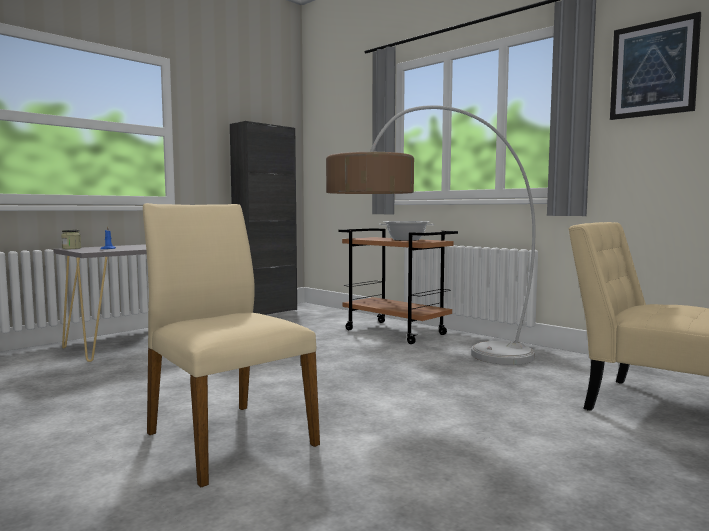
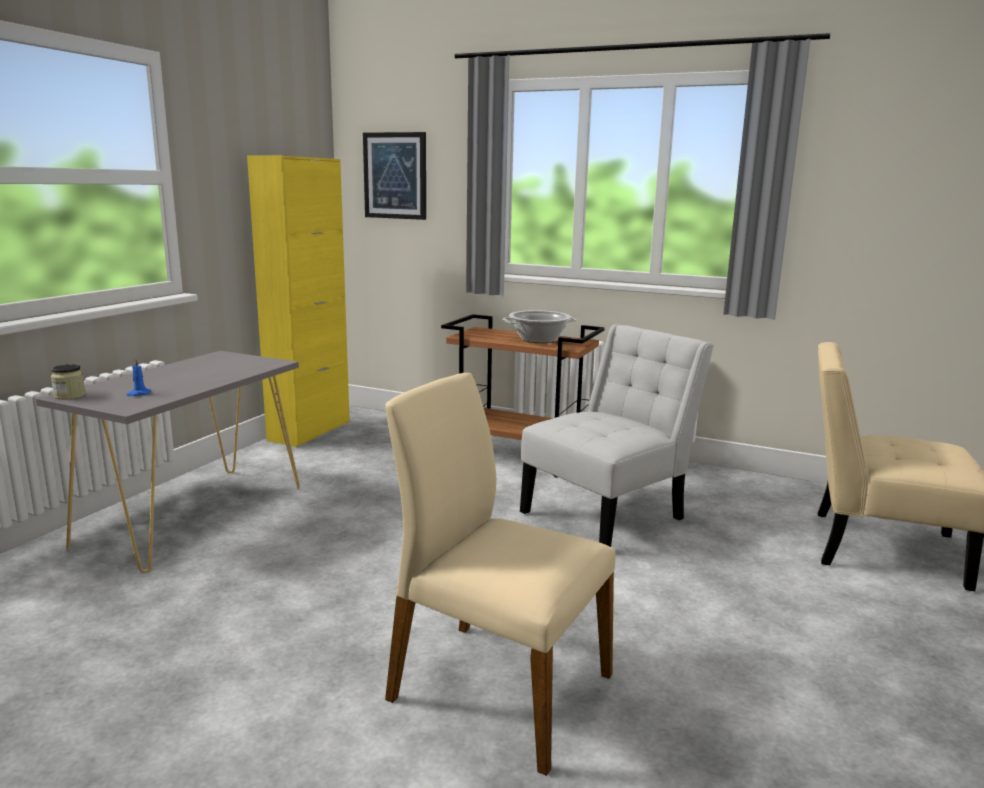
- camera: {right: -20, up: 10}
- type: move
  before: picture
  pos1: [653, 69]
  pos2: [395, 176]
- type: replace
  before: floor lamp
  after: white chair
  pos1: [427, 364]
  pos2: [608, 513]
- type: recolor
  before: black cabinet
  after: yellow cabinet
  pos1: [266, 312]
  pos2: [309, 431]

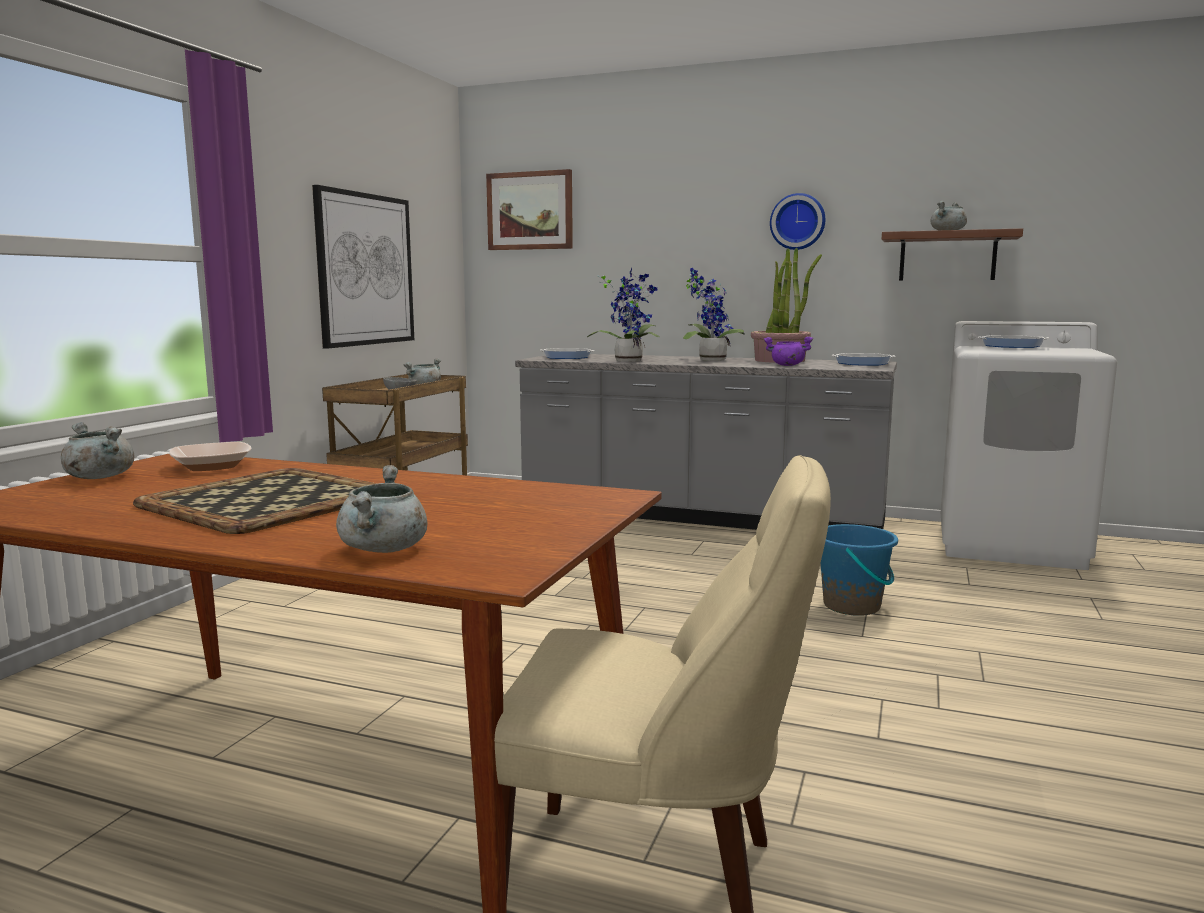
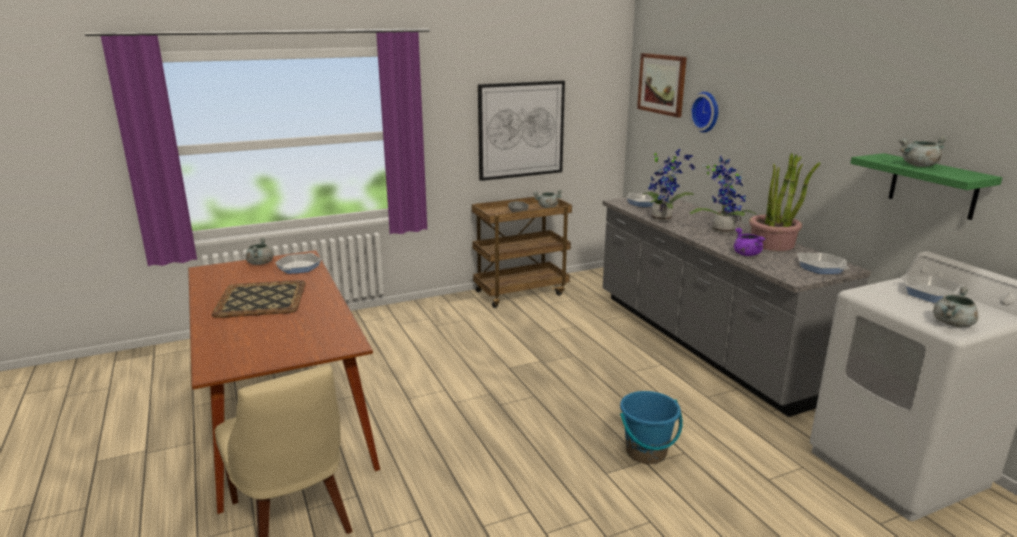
- camera: {right: 45, up: 10}
- type: move
  before: wall clock
  pos1: [798, 222]
  pos2: [707, 111]
- type: recolor
  before: brown shelf
  after: green shelf
  pos1: [947, 256]
  pos2: [933, 186]
- type: replace
  before: bowl
  after: frying pan
  pos1: [212, 466]
  pos2: [299, 267]
- type: move
  before: grey cooking pot
  pos1: [384, 549]
  pos2: [953, 324]

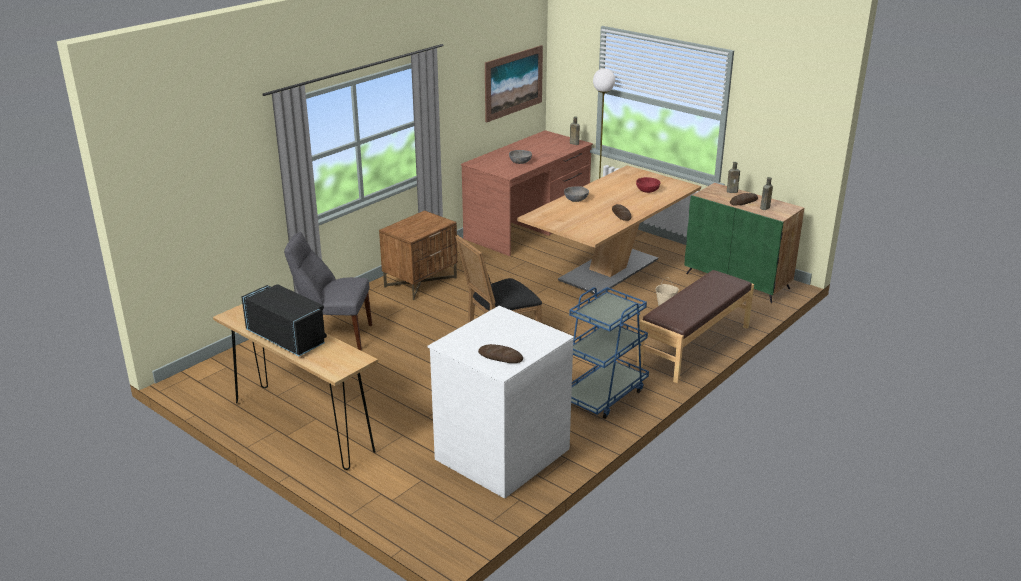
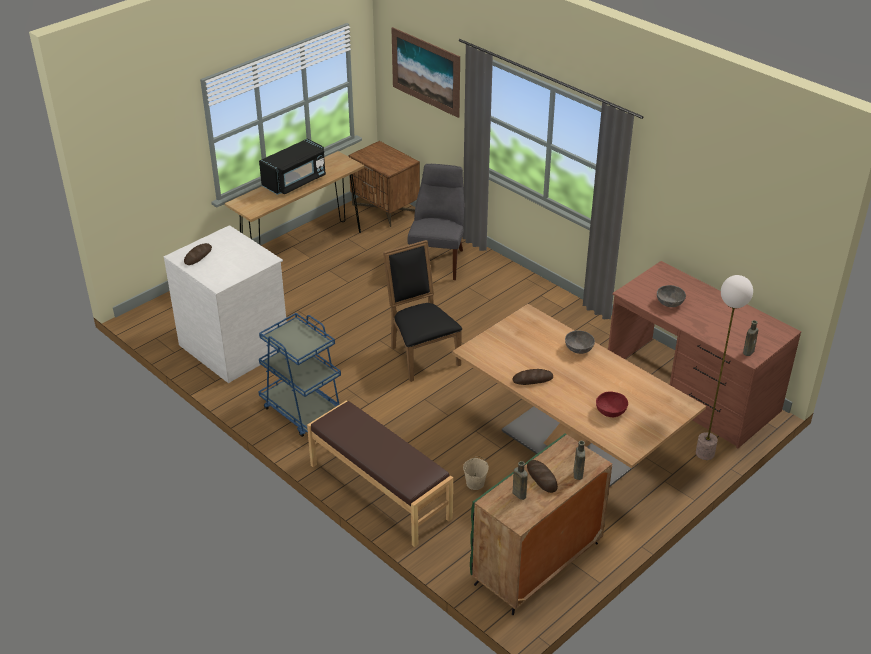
- camera: {right: 95, up: 10}
- type: move
  before: picture
  pos1: [513, 83]
  pos2: [426, 71]
- type: move
  before: brown nightstand
  pos1: [421, 282]
  pos2: [385, 209]

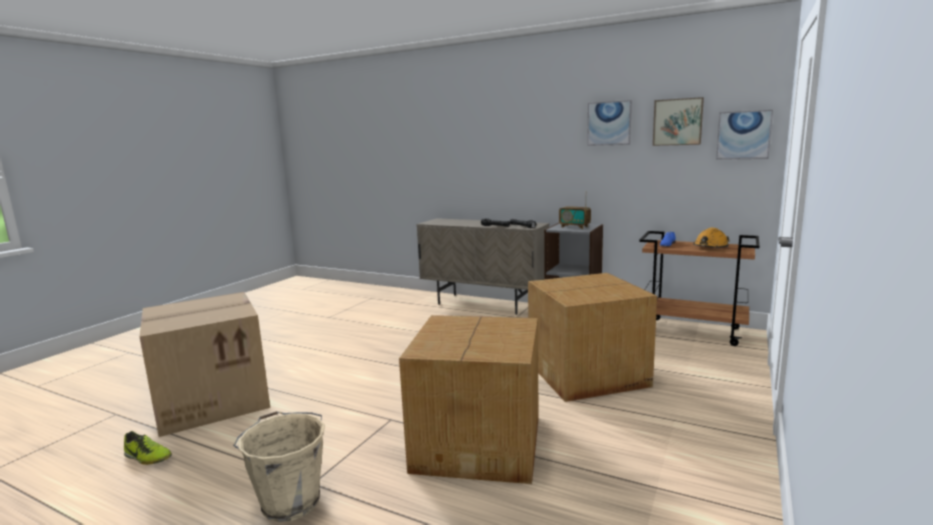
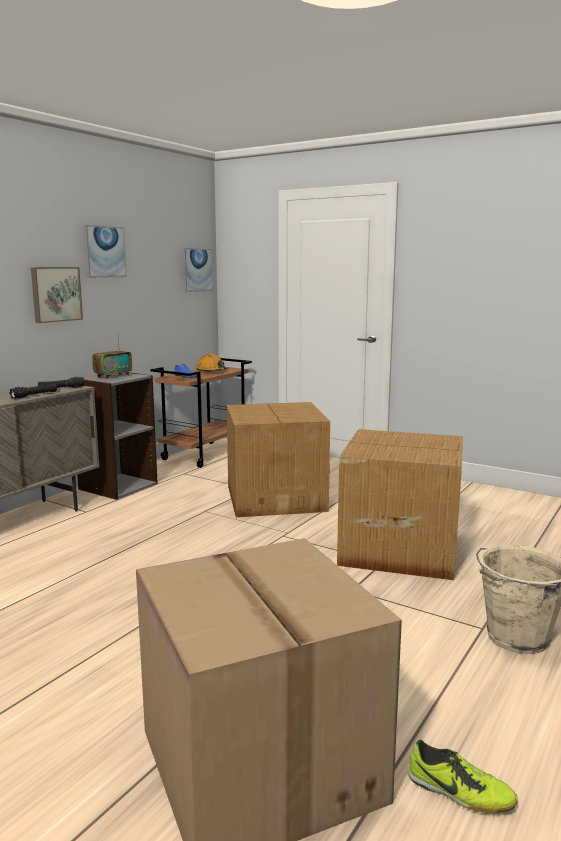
- camera: {right: -85, up: 0}
- type: move
  before: picture
  pos1: [677, 122]
  pos2: [55, 294]
- type: rotate
  before: shoe
  pos1: [147, 458]
  pos2: [459, 793]
  turn: 90

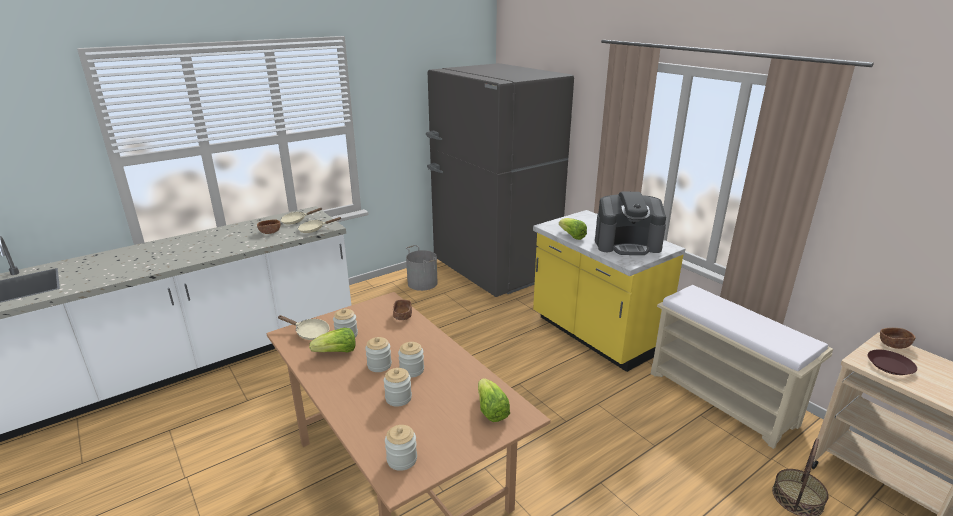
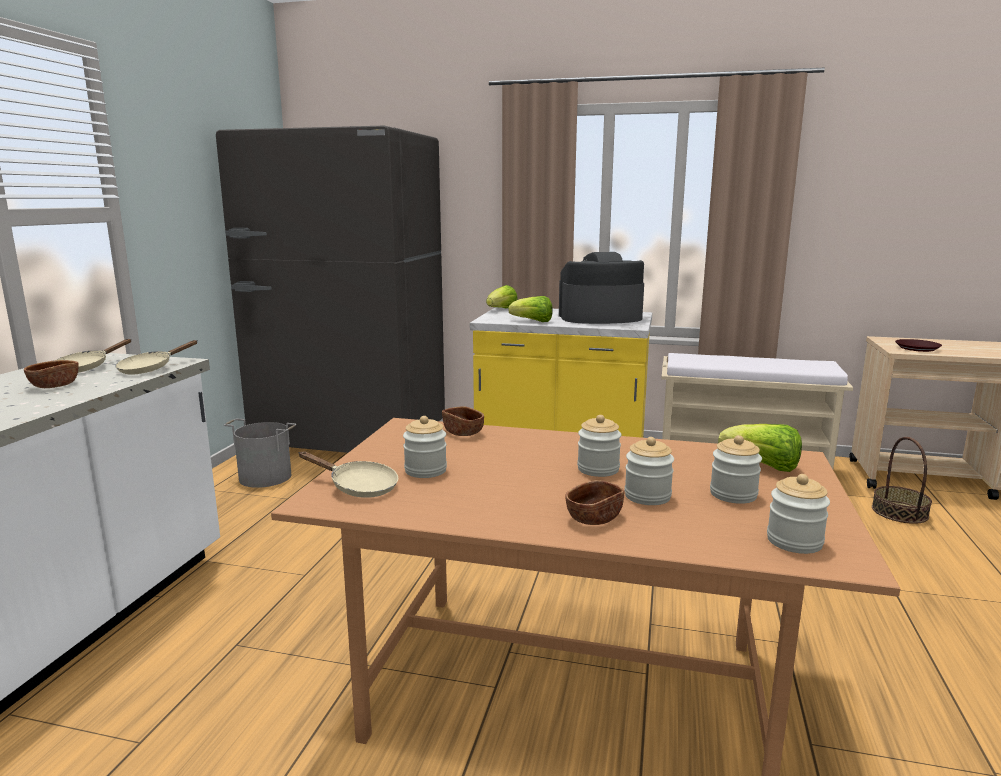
- camera: {right: -40, up: -10}
- type: rotate
  before: coffee machine
  pos1: [627, 244]
  pos2: [599, 317]
  turn: -150
- type: rotate
  before: beige frying pan
  pos1: [309, 333]
  pos2: [358, 487]
  turn: 45
- type: move
  before: lettuce
  pos1: [337, 352]
  pos2: [501, 309]
- type: move
  before: brown bowl
  pos1: [893, 344]
  pos2: [594, 518]
- type: move
  before: jar
  pos1: [379, 365]
  pos2: [733, 494]

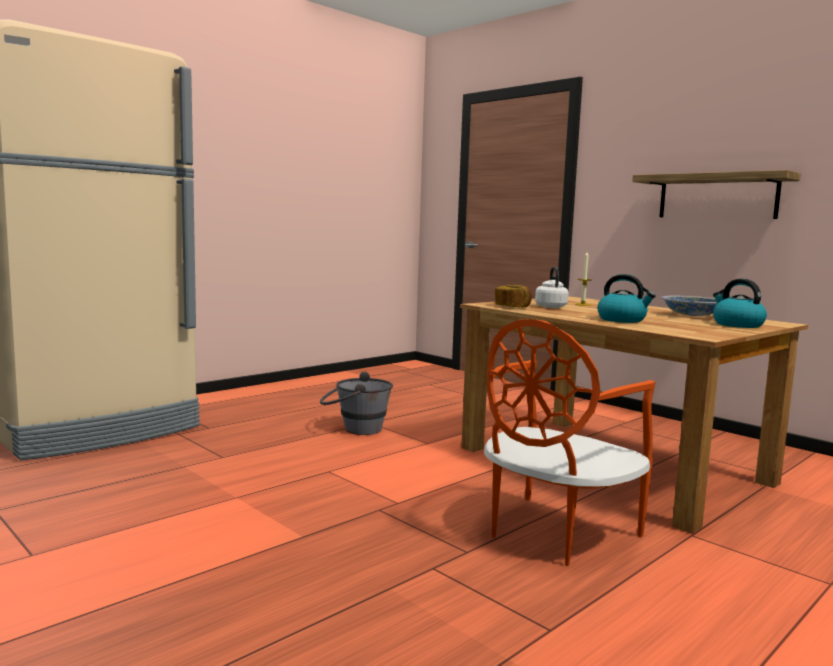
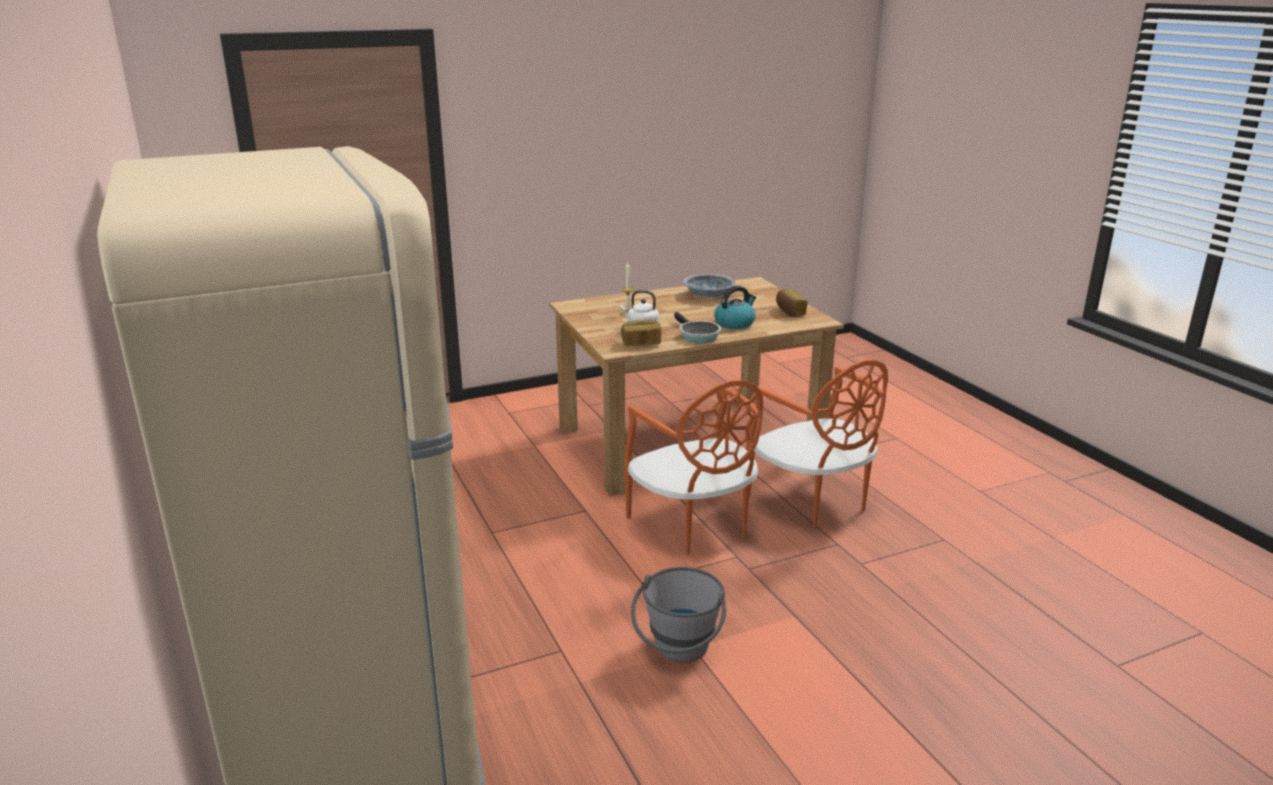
- camera: {right: -70, up: 15}
- type: delete
  before: shelf
  pos1: [717, 196]
- type: delete
  before: kettle
  pos1: [737, 325]
- type: move
  before: grey bucket
  pos1: [355, 429]
  pos2: [679, 653]
- type: insert
  after: bread
  pos2: [789, 312]
- type: insert
  after: frying pan
  pos2: [697, 335]
- type: insert
  after: orange chair
  pos2: [694, 525]

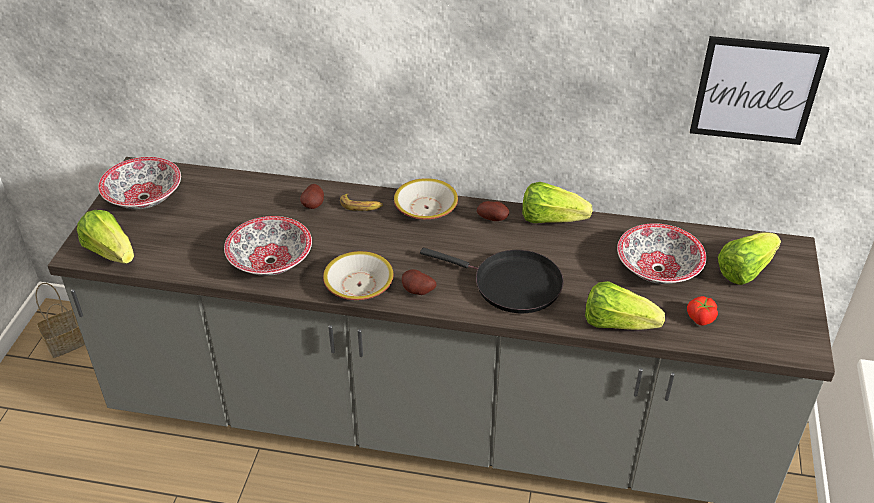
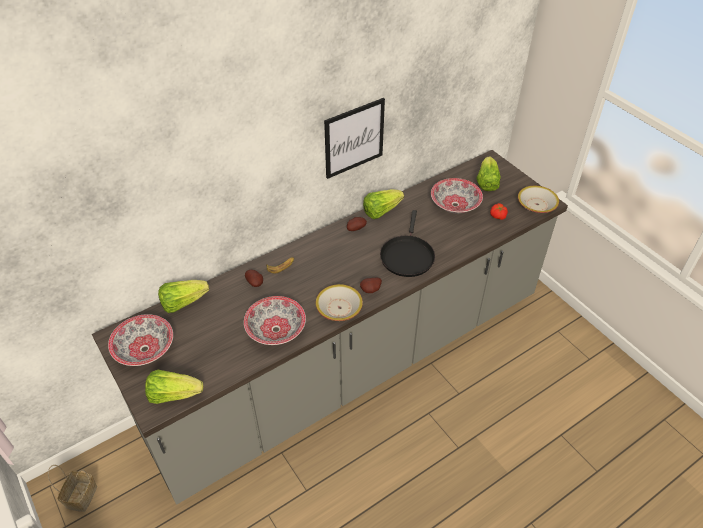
- camera: {right: -45, up: 5}
- type: move
  before: picture
  pos1: [756, 91]
  pos2: [354, 138]
- type: move
  before: bowl
  pos1: [426, 208]
  pos2: [537, 205]
- type: rotate
  before: black frying pan
  pos1: [511, 284]
  pos2: [407, 256]
  turn: 120
- type: move
  before: lettuce
  pos1: [617, 323]
  pos2: [183, 302]

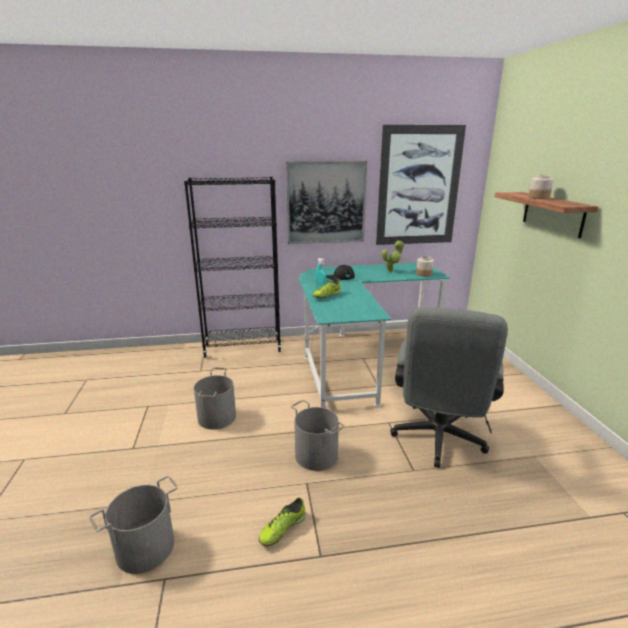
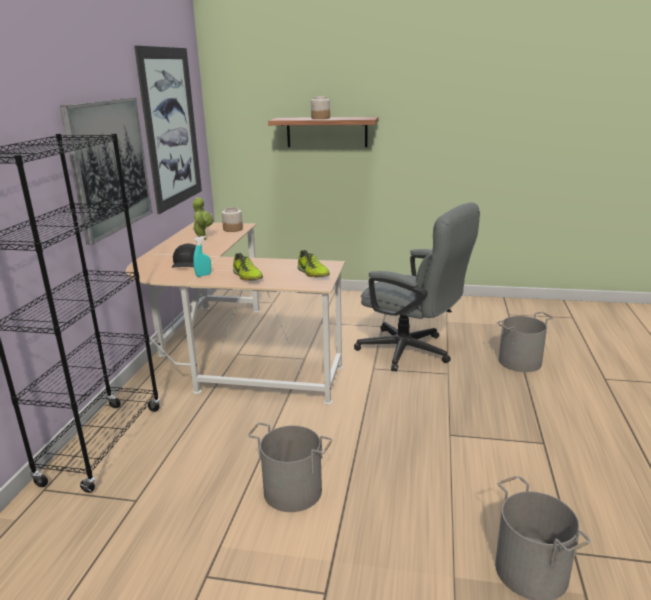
- camera: {right: -70, up: 0}
- type: recolor
  before: turquoise desk
  after: beige desk
  pos1: [358, 356]
  pos2: [231, 356]
- type: move
  before: grey bucket
  pos1: [316, 455]
  pos2: [520, 362]
- type: move
  before: shoe
  pos1: [282, 529]
  pos2: [312, 274]

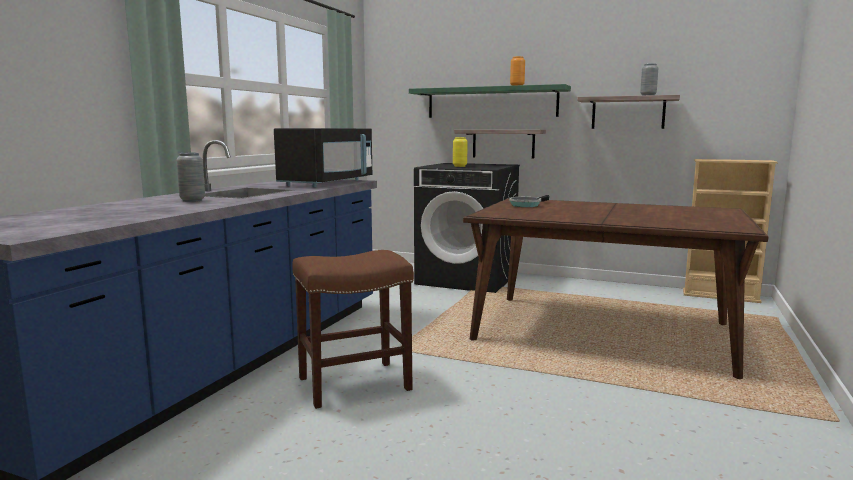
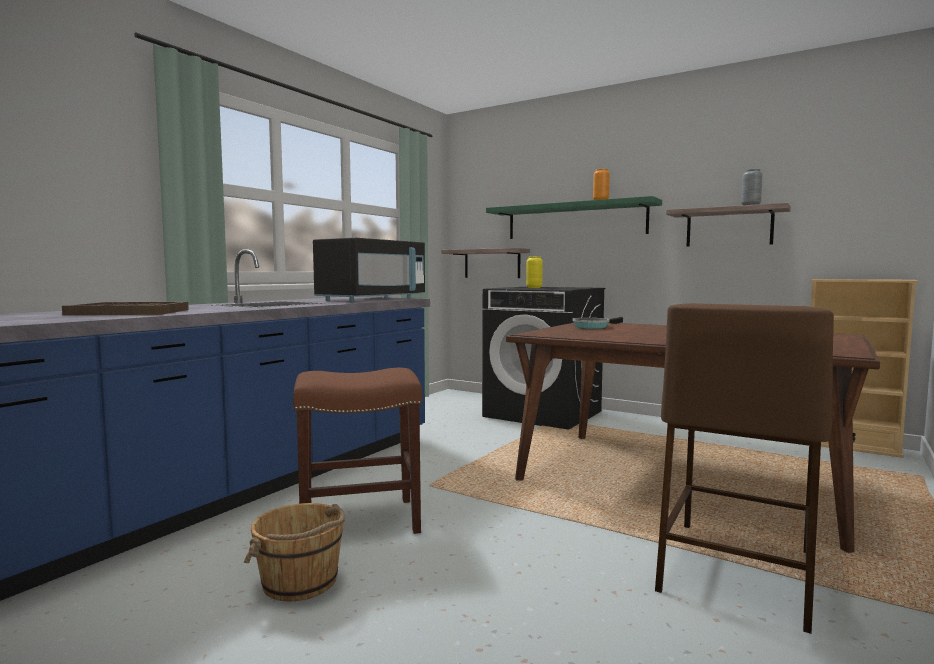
- camera: {right: 10, up: -5}
- type: move
  before: shelf
  pos1: [503, 143]
  pos2: [492, 264]
- type: delete
  before: grey vase
  pos1: [192, 200]
- type: insert
  after: brown tray
  pos2: [129, 312]
- type: insert
  after: brown stool
  pos2: [736, 569]
- type: insert
  after: brown bucket
  pos2: [301, 582]

